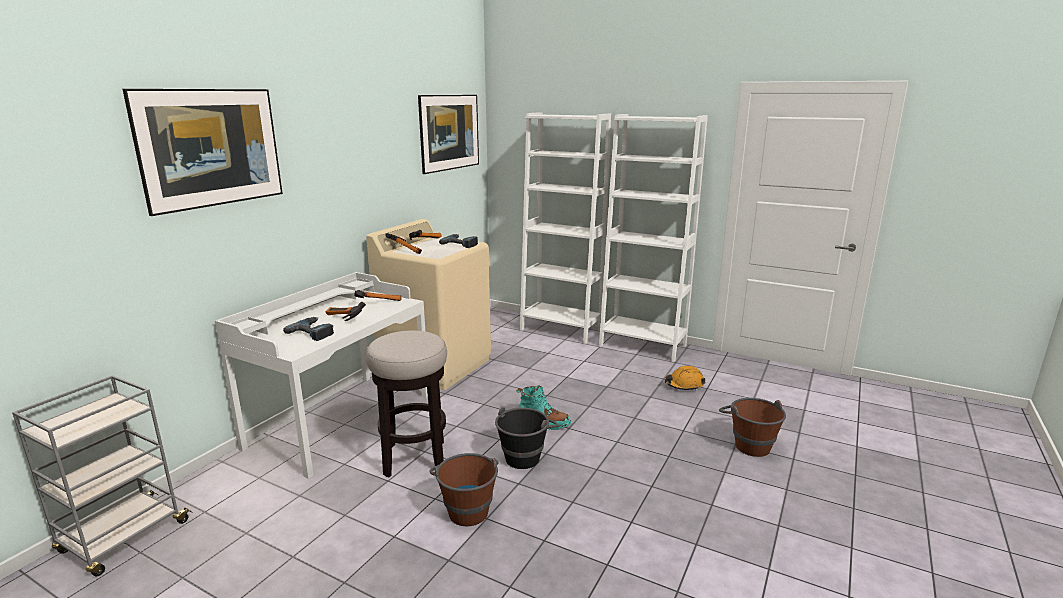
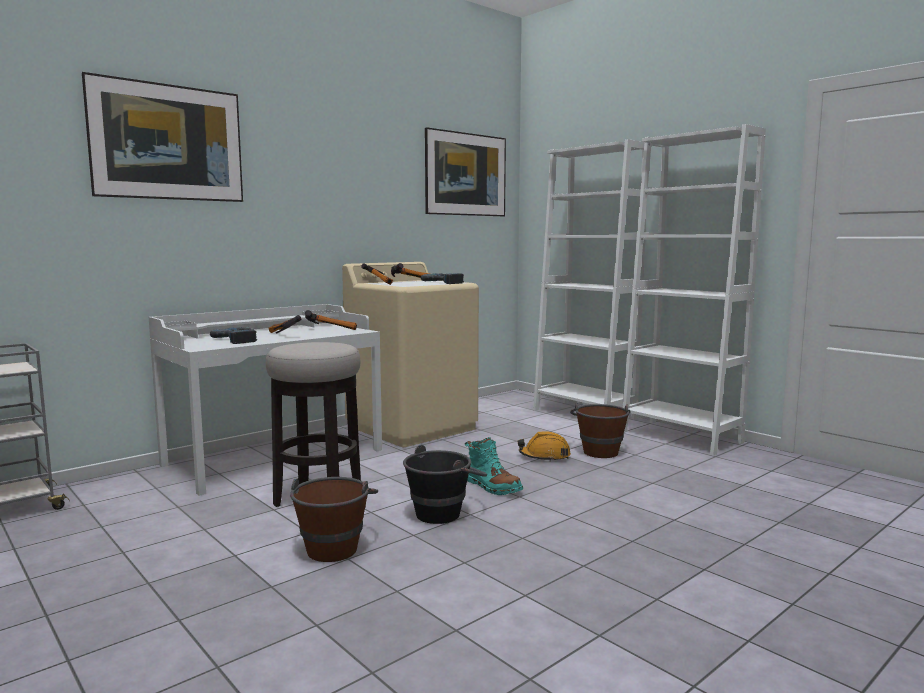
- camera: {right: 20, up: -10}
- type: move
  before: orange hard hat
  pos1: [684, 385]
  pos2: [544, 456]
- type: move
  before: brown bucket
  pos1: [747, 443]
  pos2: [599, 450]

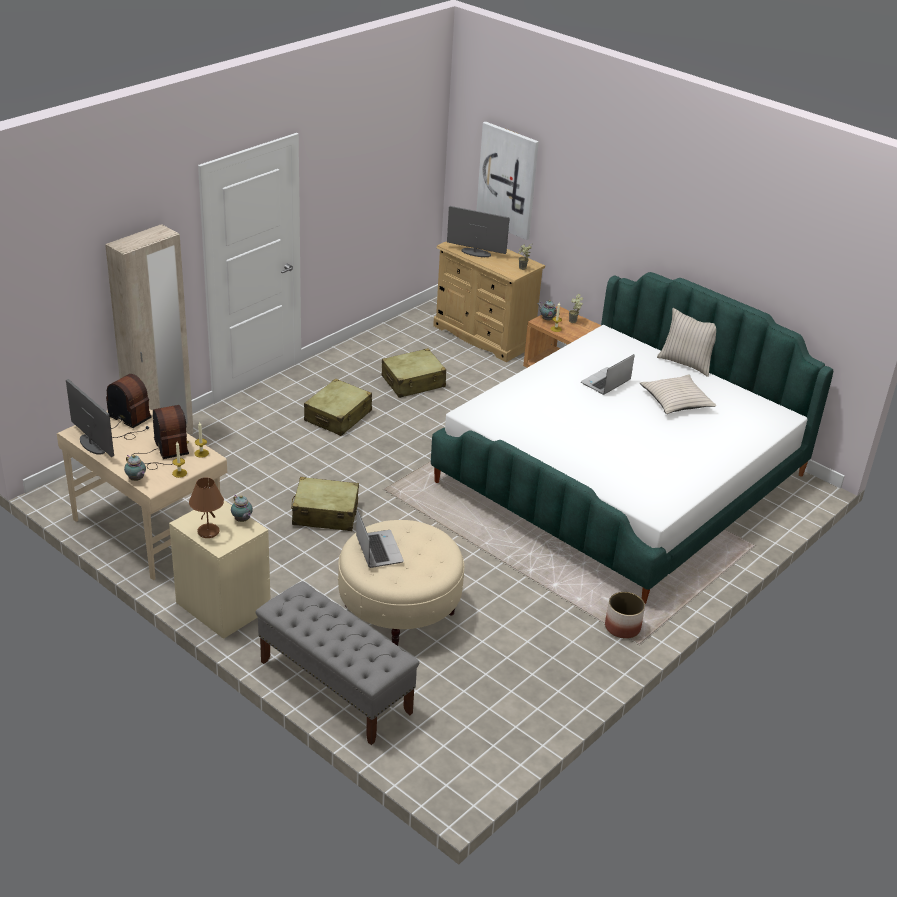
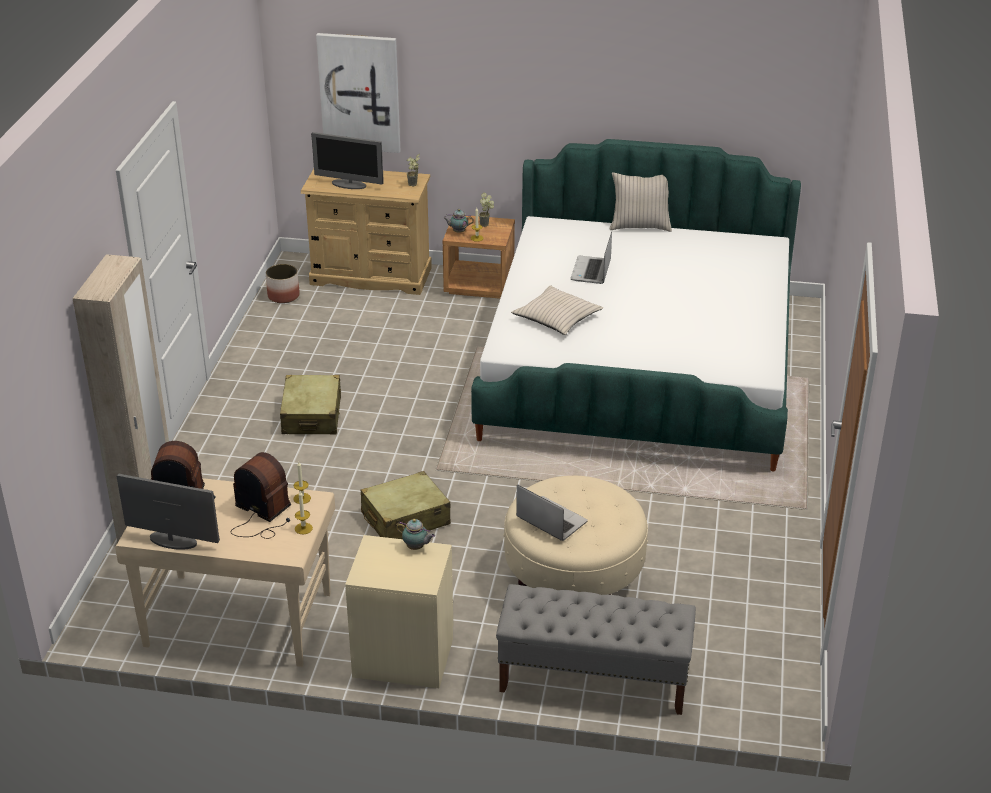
- camera: {right: -30, up: 0}
- type: rotate
  before: monitor
  pos1: [475, 253]
  pos2: [349, 184]
  turn: -150
- type: delete
  before: beige suitcase
  pos1: [413, 382]
- type: move
  before: beige pillow
  pos1: [676, 401]
  pos2: [557, 318]
- type: delete
  before: teapot
  pos1: [136, 479]
- type: delete
  before: brown table lamp
  pos1: [208, 532]
- type: move
  before: planter
  pos1: [622, 627]
  pos2: [283, 296]

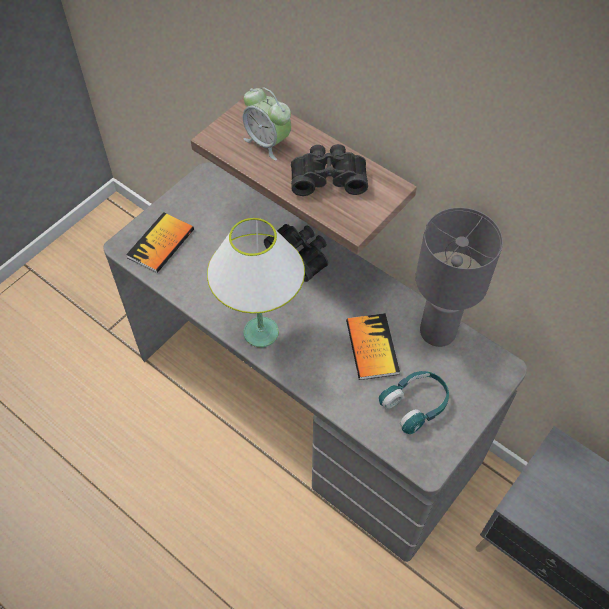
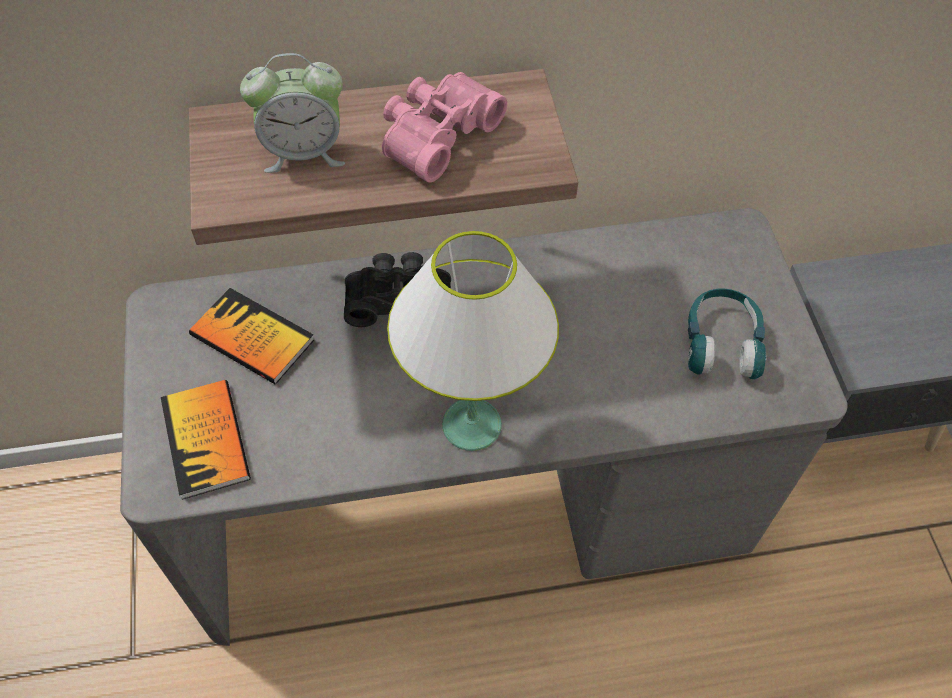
- camera: {right: -50, up: 0}
- type: recolor
  before: black binoculars
  after: pink binoculars
  pos1: [328, 177]
  pos2: [435, 134]
- type: delete
  before: grey table lamp
  pos1: [436, 332]
- type: move
  before: book
  pos1: [372, 347]
  pos2: [252, 338]

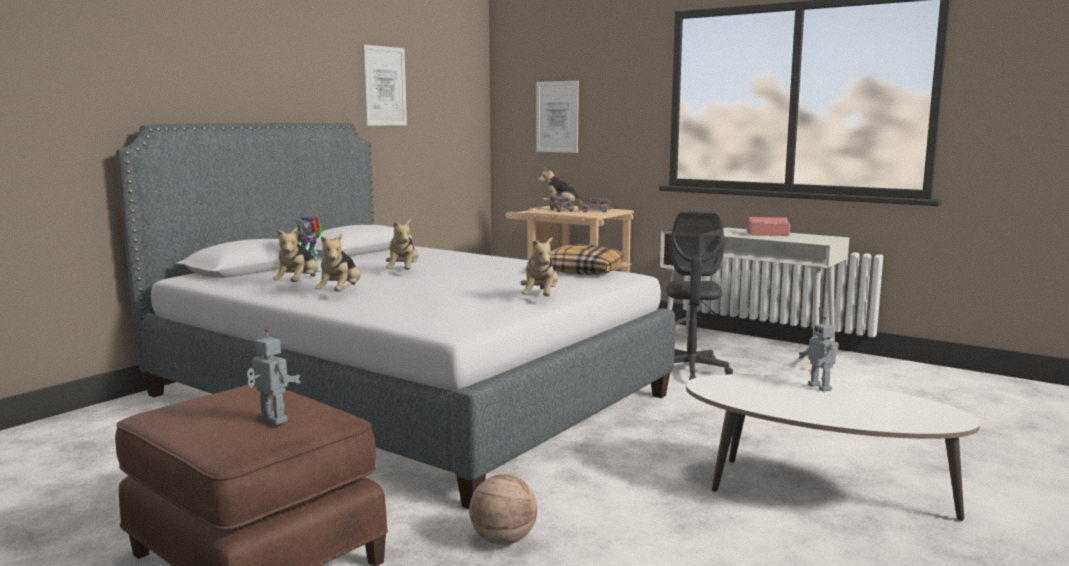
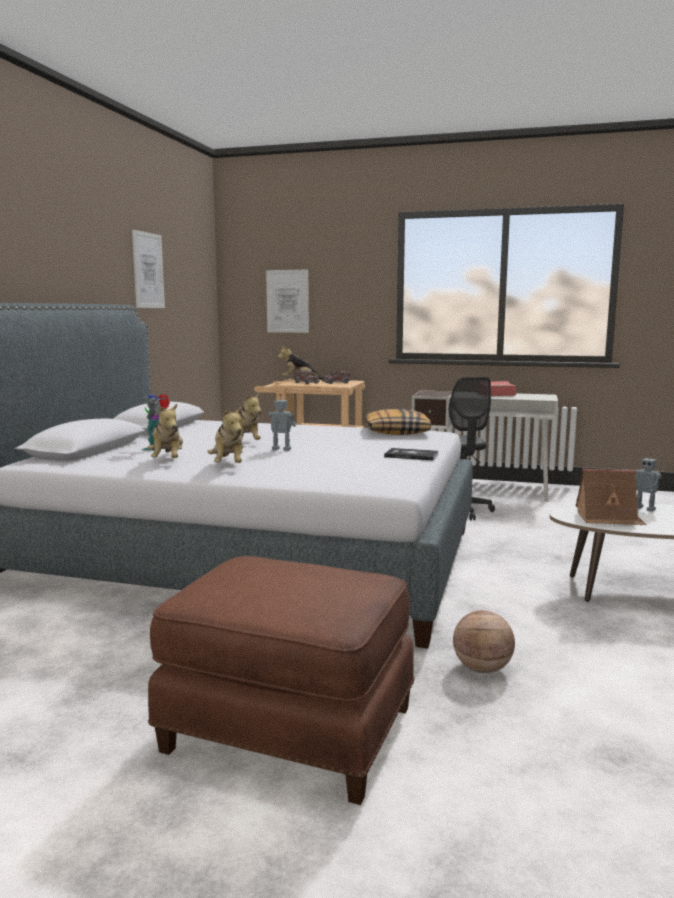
- camera: {right: -20, up: 0}
- type: replace
  before: plush toy
  after: book
  pos1: [540, 298]
  pos2: [411, 455]
- type: move
  before: toy robot
  pos1: [271, 420]
  pos2: [281, 449]
- type: insert
  after: toy house
  pos2: [609, 518]

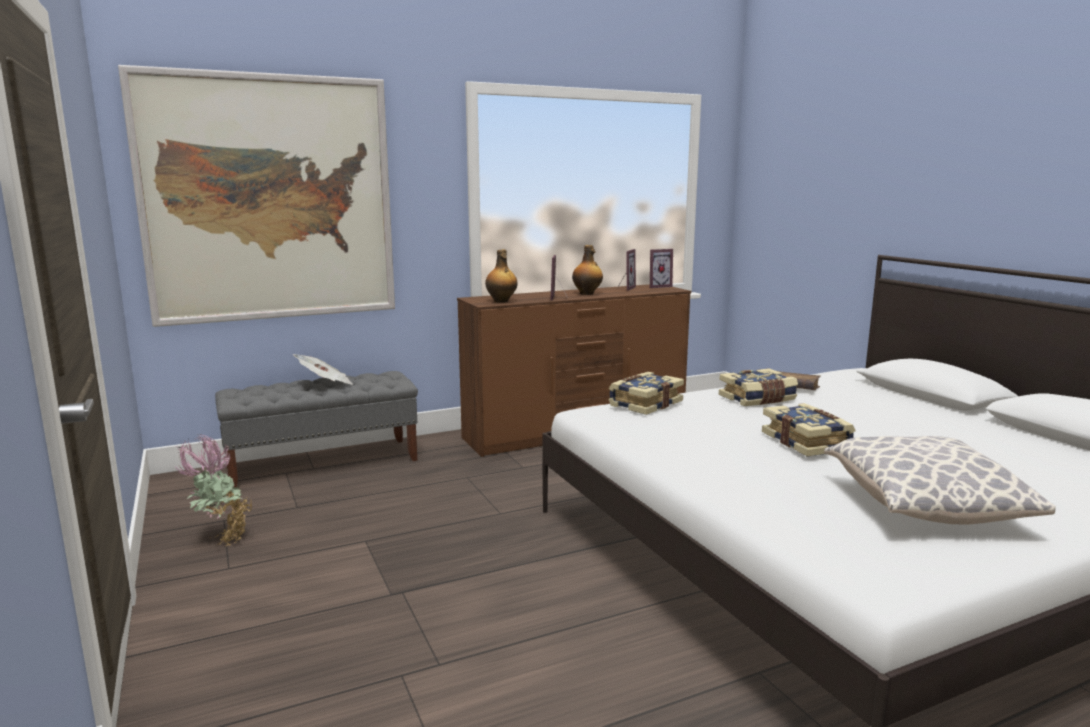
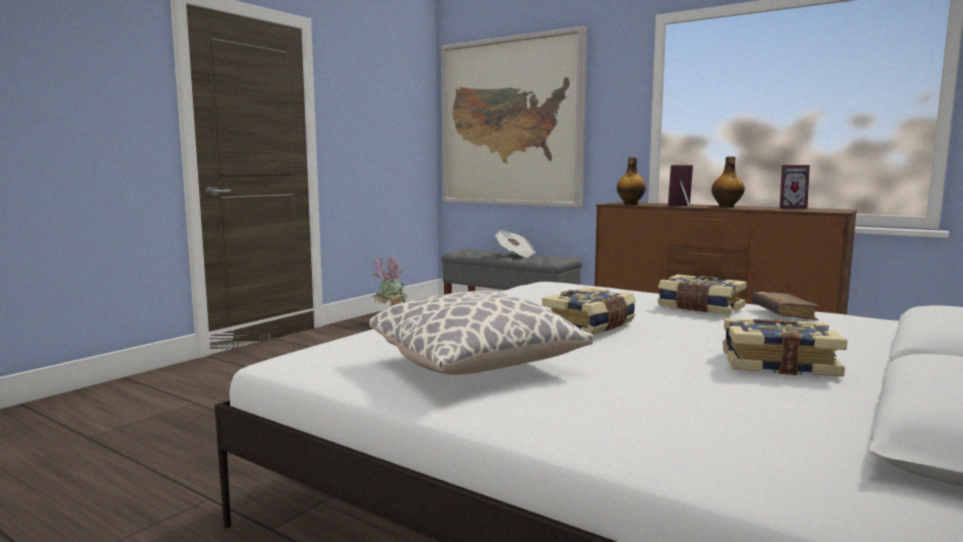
- camera: {right: 60, up: -5}
- type: delete
  before: picture frame
  pos1: [657, 286]
- type: move
  before: book
  pos1: [644, 404]
  pos2: [778, 363]

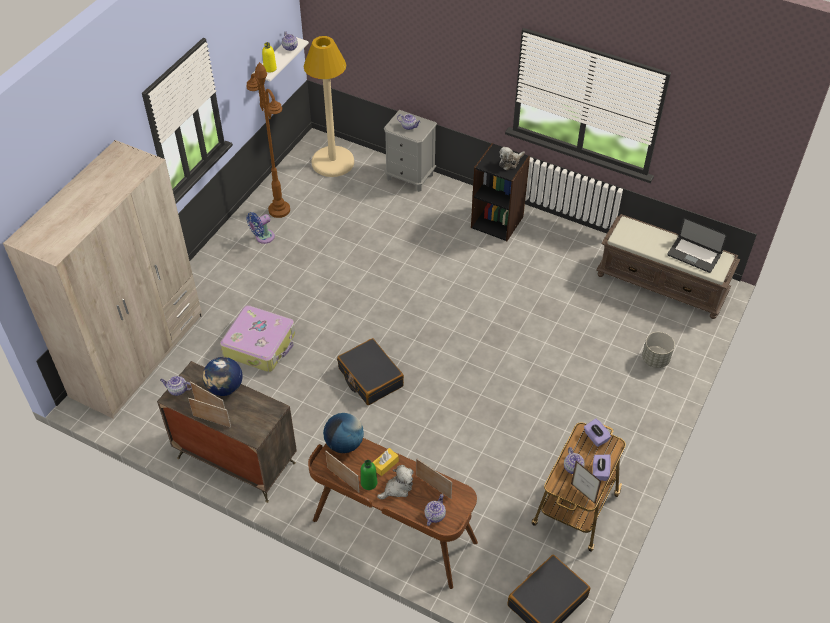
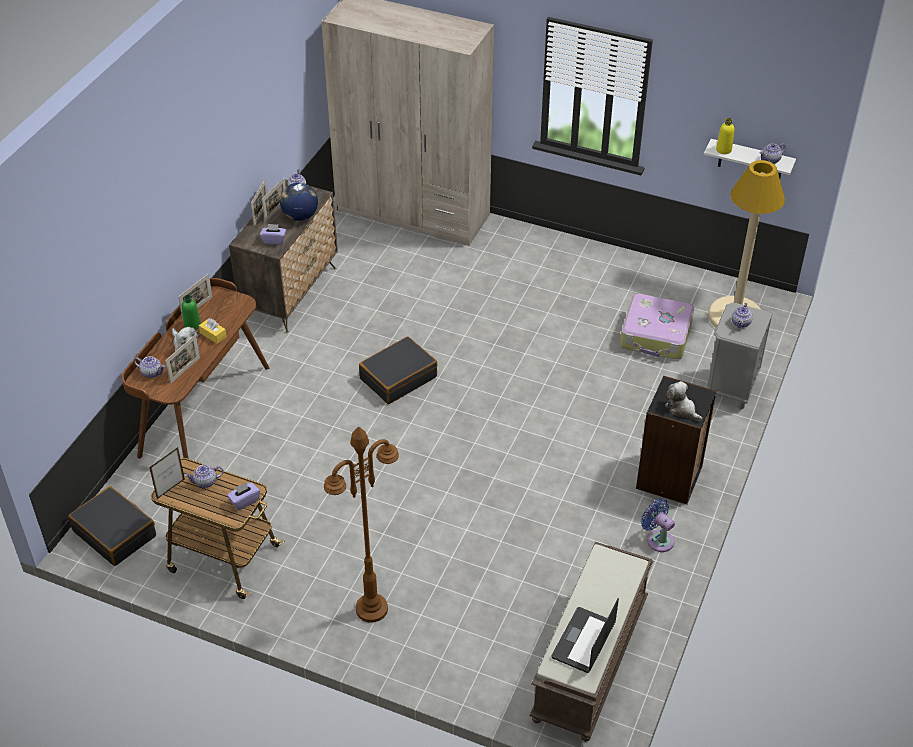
- camera: {right: 85, up: -5}
- type: move
  before: brown floor lamp
  pos1: [279, 210]
  pos2: [371, 609]
- type: move
  before: blue fan
  pos1: [263, 237]
  pos2: [658, 539]
- type: move
  before: suitcase
  pos1: [260, 344]
  pos2: [656, 335]
- type: delete
  before: grey planter
  pos1: [655, 359]
- type: delete
  before: globe
  pos1: [344, 444]
- type: move
  before: purple tissue box
  pos1: [600, 471]
  pos2: [274, 240]

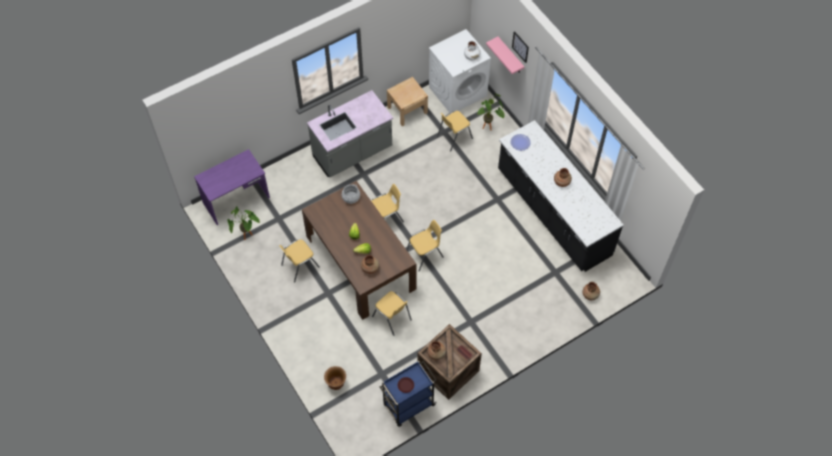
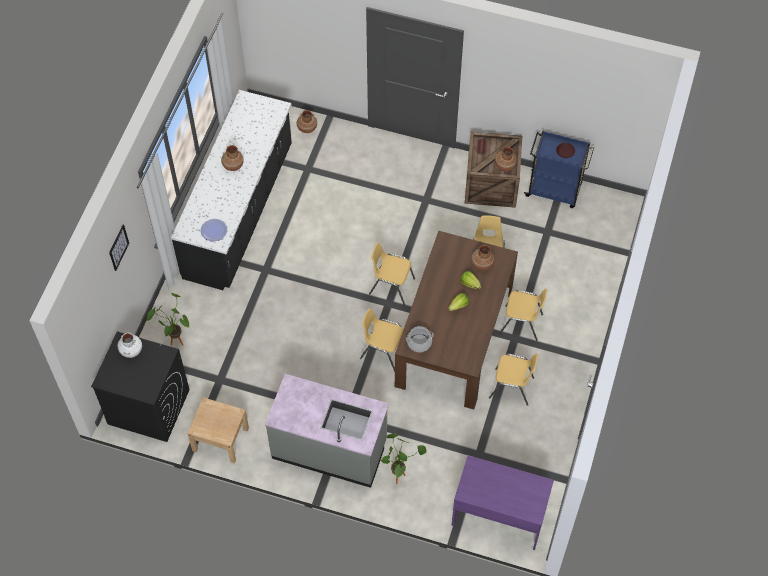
- camera: {right: -130, up: 0}
- type: recolor
  before: white washing machine
  after: black washing machine
  pos1: [458, 91]
  pos2: [148, 407]
- type: delete
  before: pink shelf
  pos1: [510, 56]
- type: move
  before: yellow chair
  pos1: [454, 137]
  pos2: [521, 324]
- type: move
  before: potted plant
  pos1: [248, 237]
  pos2: [399, 474]
- type: delete
  before: brown planter
  pos1: [336, 383]

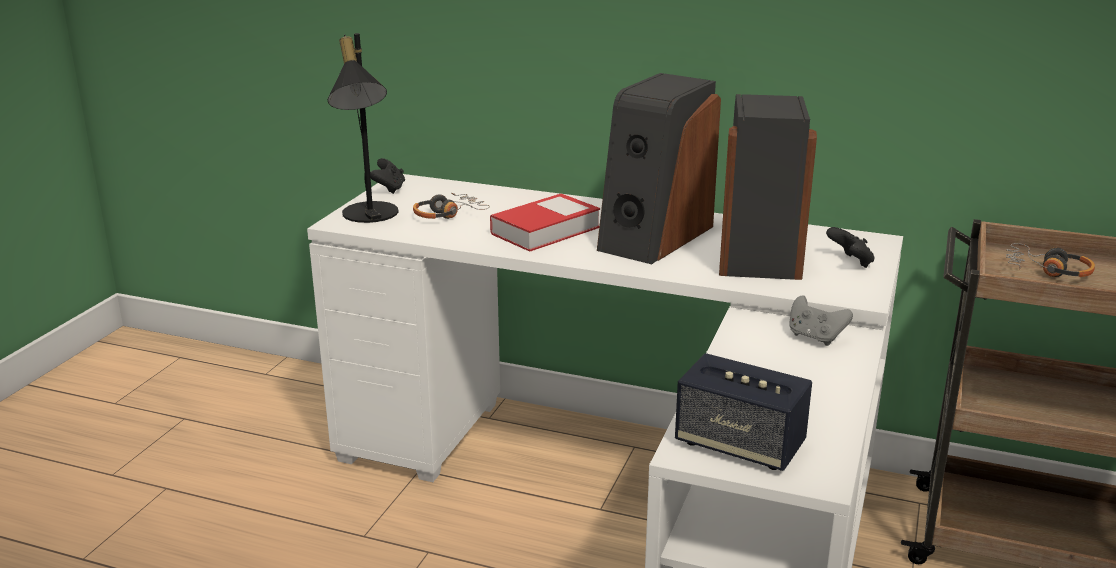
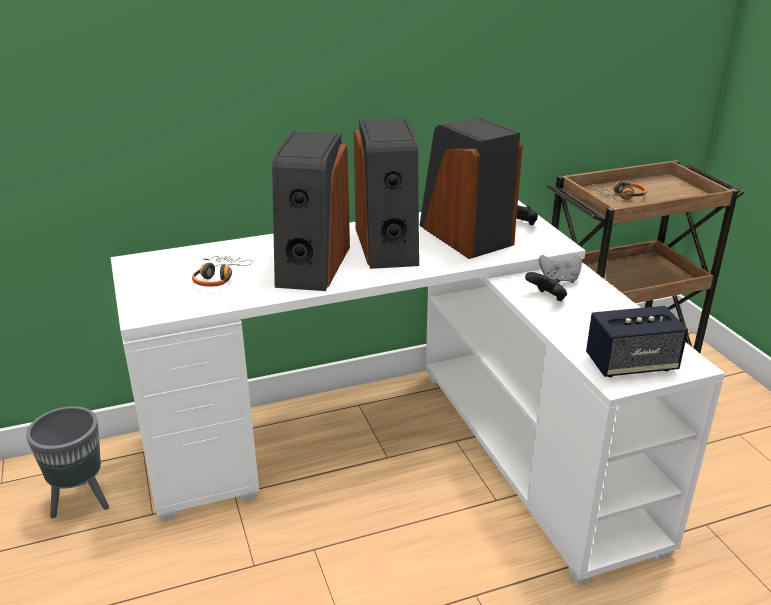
- camera: {right: -40, up: 5}
- type: delete
  before: black table lamp
  pos1: [368, 216]
- type: move
  before: black game controller
  pos1: [389, 189]
  pos2: [546, 298]
- type: replace
  before: book
  after: speaker
  pos1: [545, 230]
  pos2: [311, 265]
- type: insert
  after: grey planter
  pos2: [81, 503]

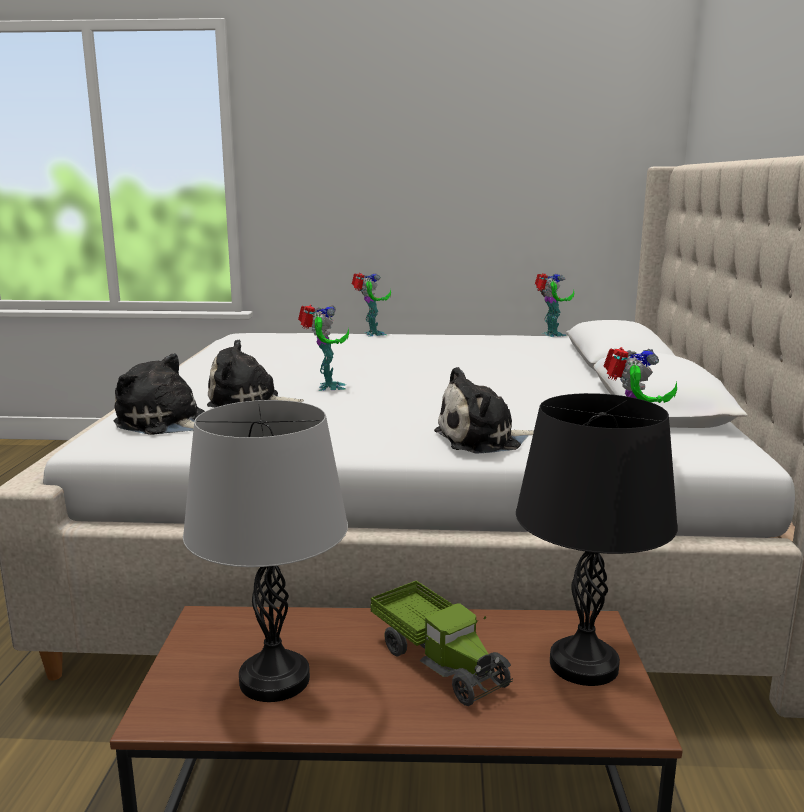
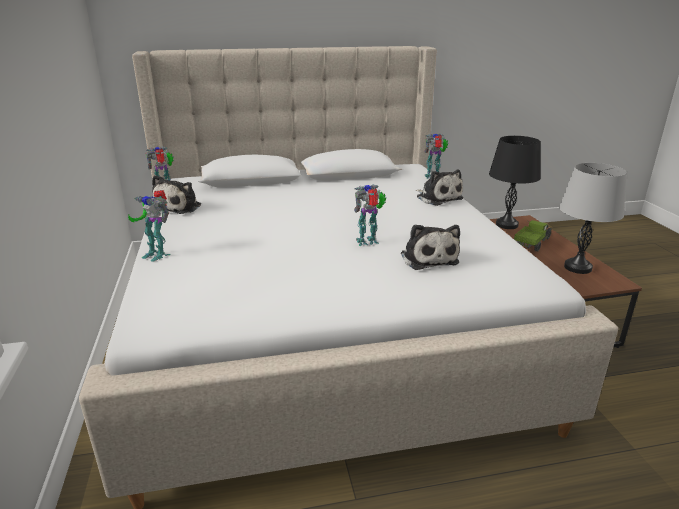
- camera: {right: -105, up: 10}
- type: rotate
  before: toy robot
  pos1: [372, 334]
  pos2: [157, 254]
  turn: -120
- type: move
  before: plush toy
  pos1: [165, 423]
  pos2: [179, 207]

